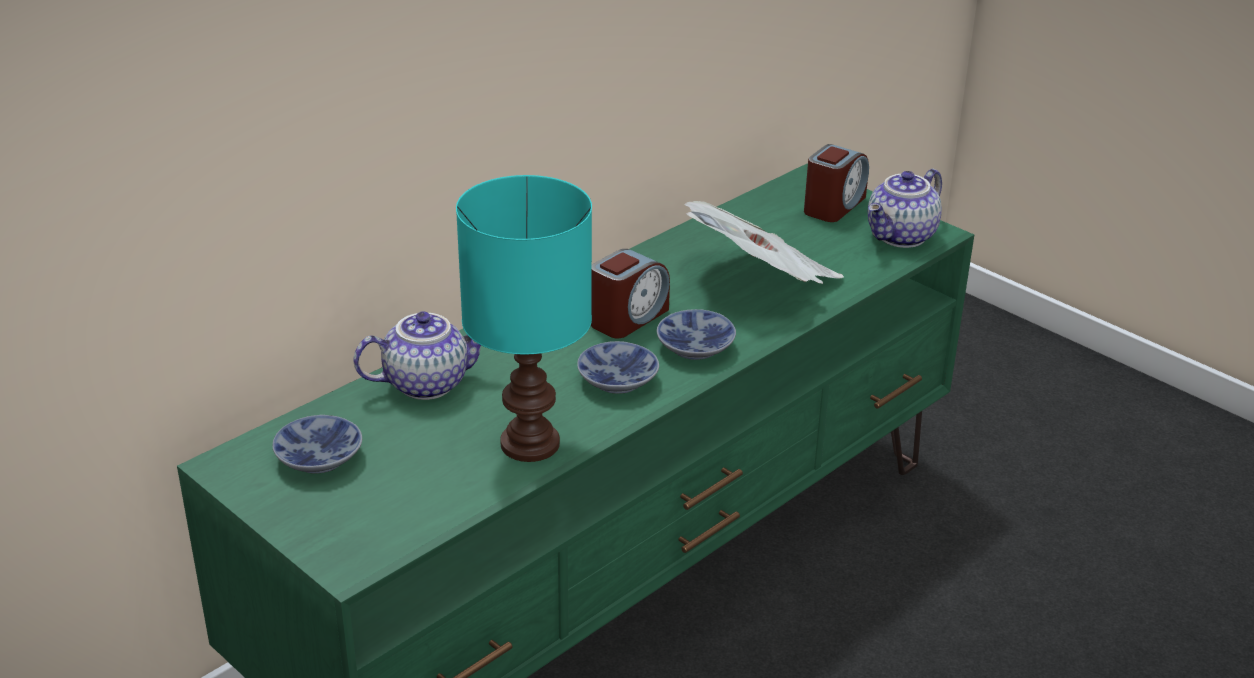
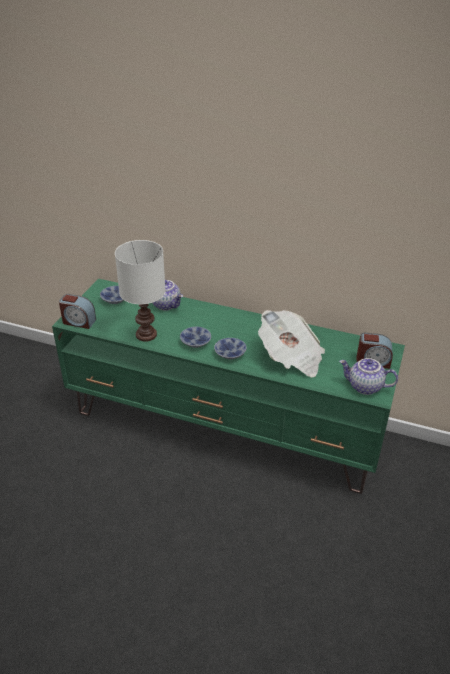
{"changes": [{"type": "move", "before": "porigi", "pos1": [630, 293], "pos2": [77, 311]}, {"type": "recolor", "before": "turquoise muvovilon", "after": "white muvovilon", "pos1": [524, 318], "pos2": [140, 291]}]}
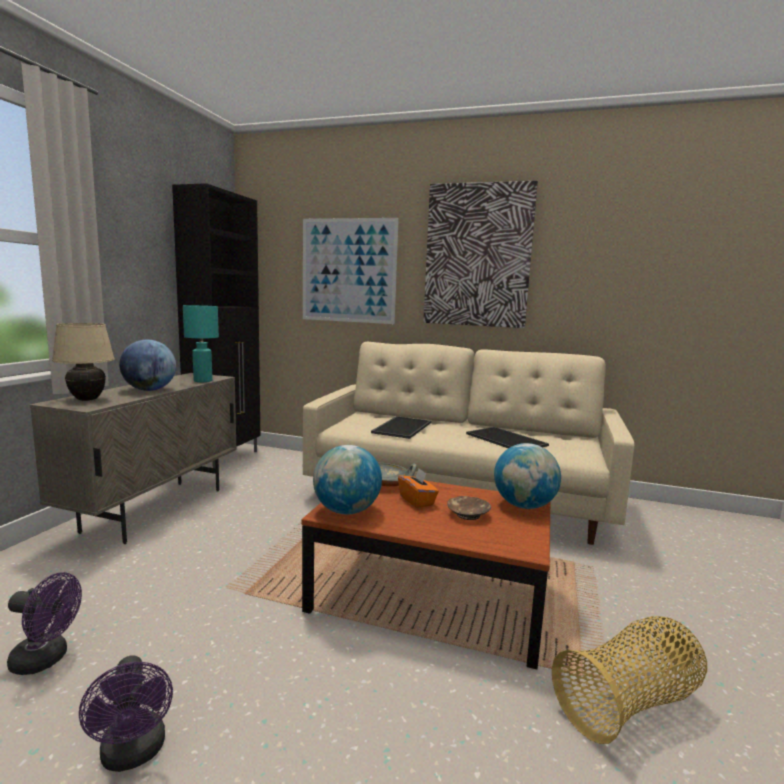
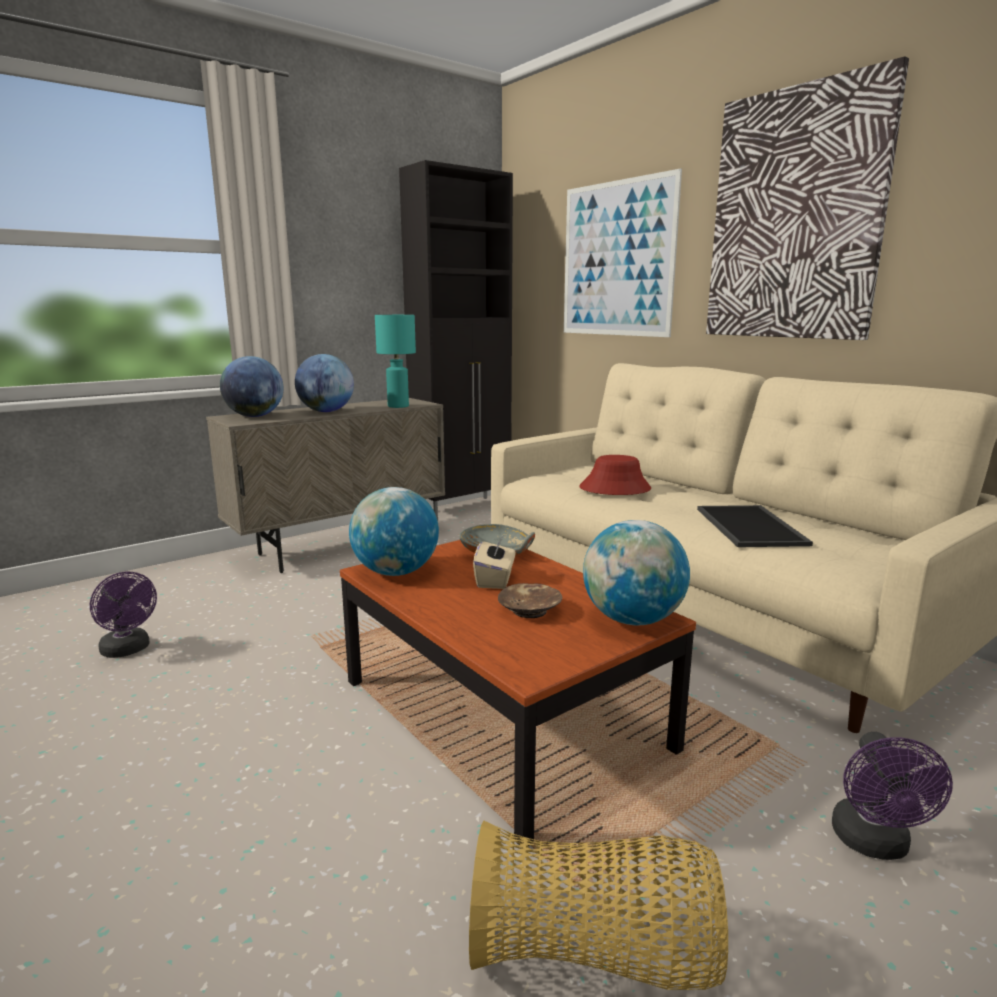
{"changes": [{"type": "replace", "before": "beige muvovilon", "after": "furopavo", "pos1": [83, 362], "pos2": [251, 386]}, {"type": "recolor", "before": "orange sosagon", "after": "beige sosagon", "pos1": [418, 488], "pos2": [494, 562]}, {"type": "replace", "before": "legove", "after": "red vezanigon", "pos1": [401, 427], "pos2": [615, 475]}, {"type": "move", "before": "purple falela", "pos1": [126, 714], "pos2": [892, 796]}]}
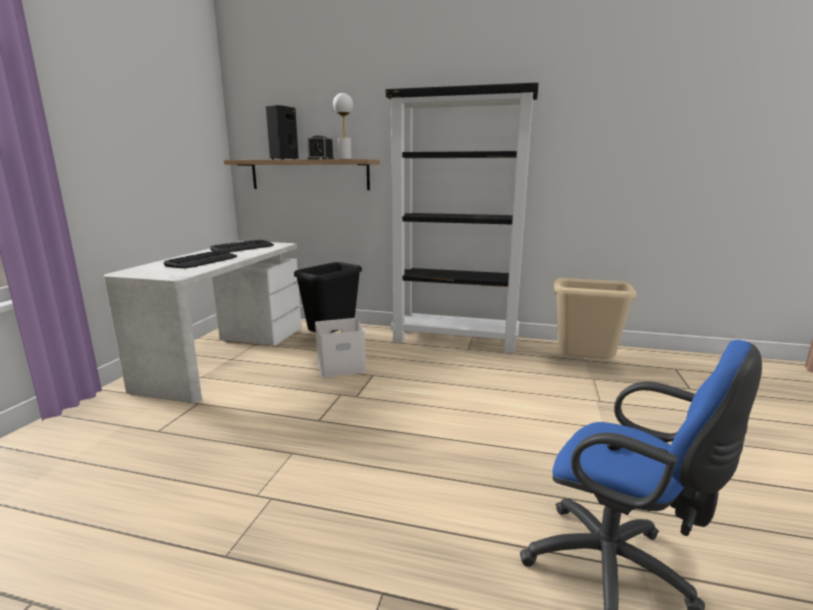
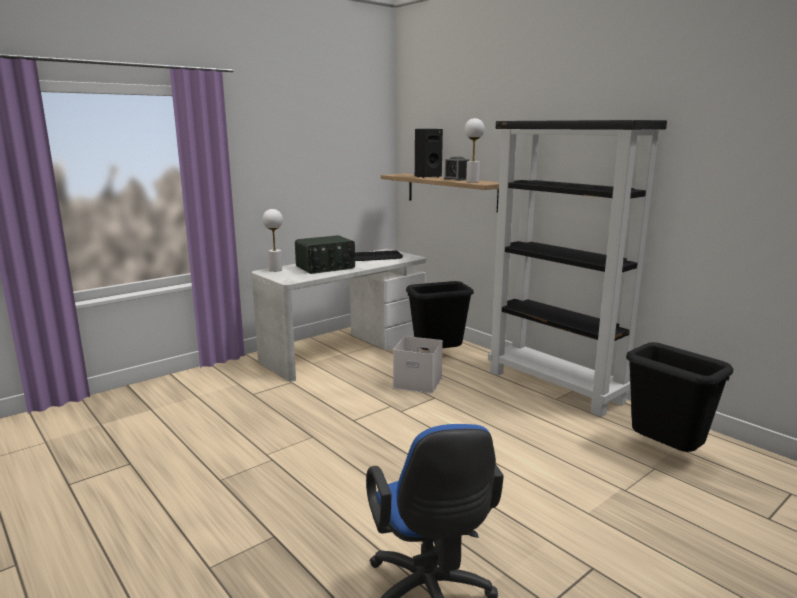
{"changes": [{"type": "insert", "after": "white muvovilon", "pos2": [272, 240]}, {"type": "replace", "before": "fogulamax", "after": "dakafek", "pos1": [200, 259], "pos2": [325, 254]}, {"type": "recolor", "before": "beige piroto", "after": "black piroto", "pos1": [595, 318], "pos2": [679, 397]}]}
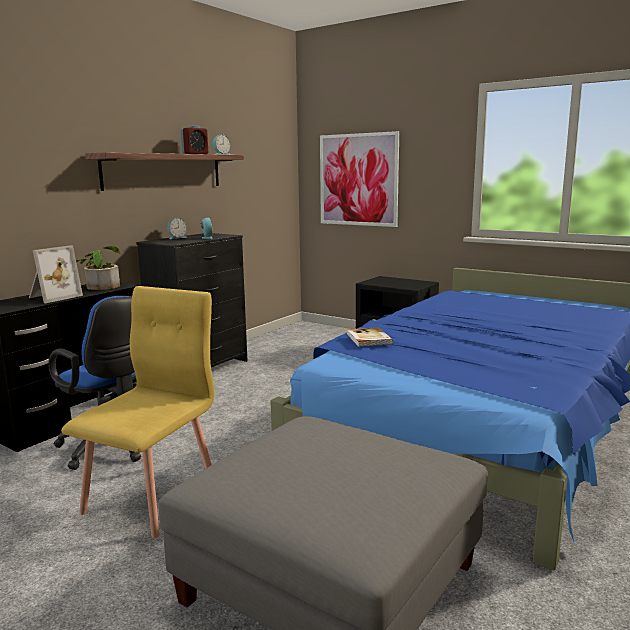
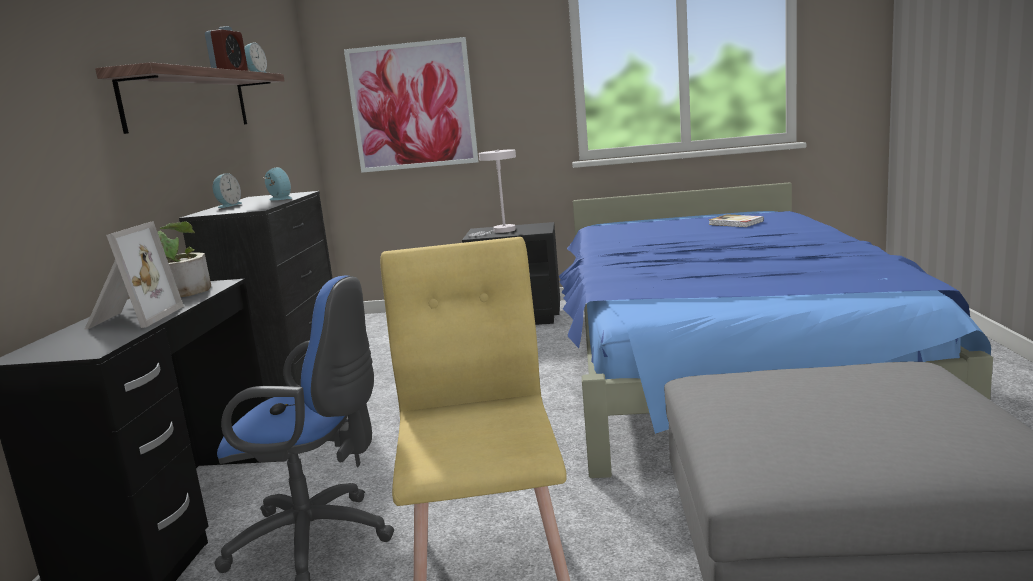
{"changes": [{"type": "insert", "after": "white muvovilon", "pos2": [492, 192]}, {"type": "move", "before": "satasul", "pos1": [370, 337], "pos2": [736, 220]}]}
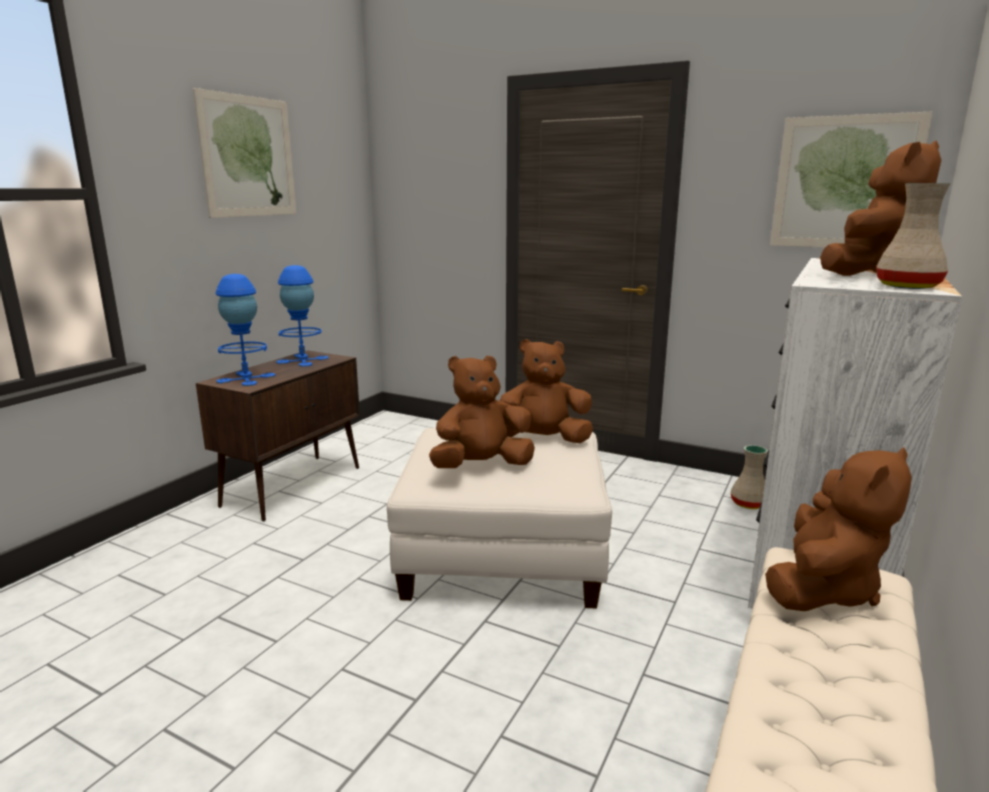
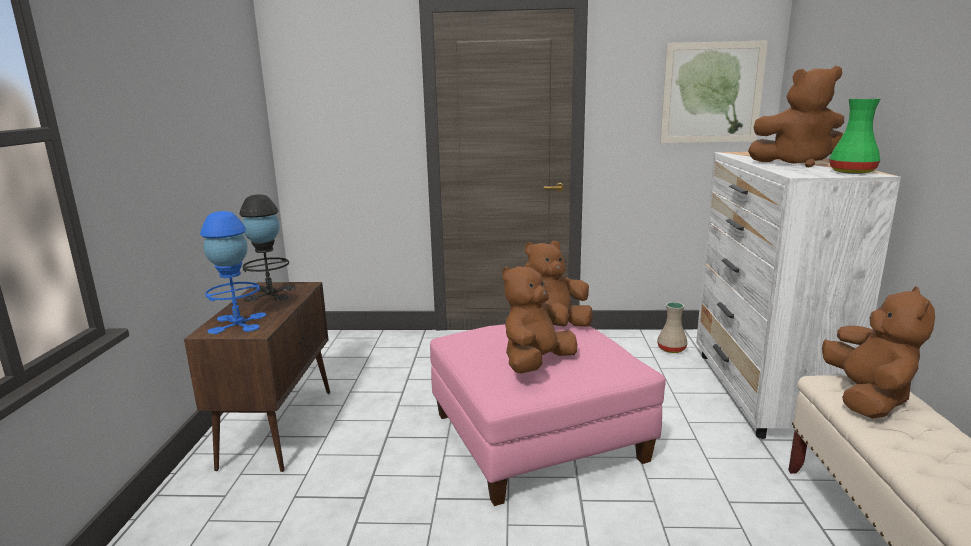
{"changes": [{"type": "recolor", "before": "blue muvovilon", "after": "black muvovilon", "pos1": [302, 316], "pos2": [267, 247]}, {"type": "recolor", "before": "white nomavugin", "after": "pink nomavugin", "pos1": [499, 518], "pos2": [548, 413]}, {"type": "rotate", "before": "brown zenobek", "pos1": [880, 208], "pos2": [796, 116], "turn": 75}, {"type": "recolor", "before": "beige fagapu", "after": "green fagapu", "pos1": [913, 236], "pos2": [855, 136]}, {"type": "delete", "before": "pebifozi", "pos1": [244, 153]}]}
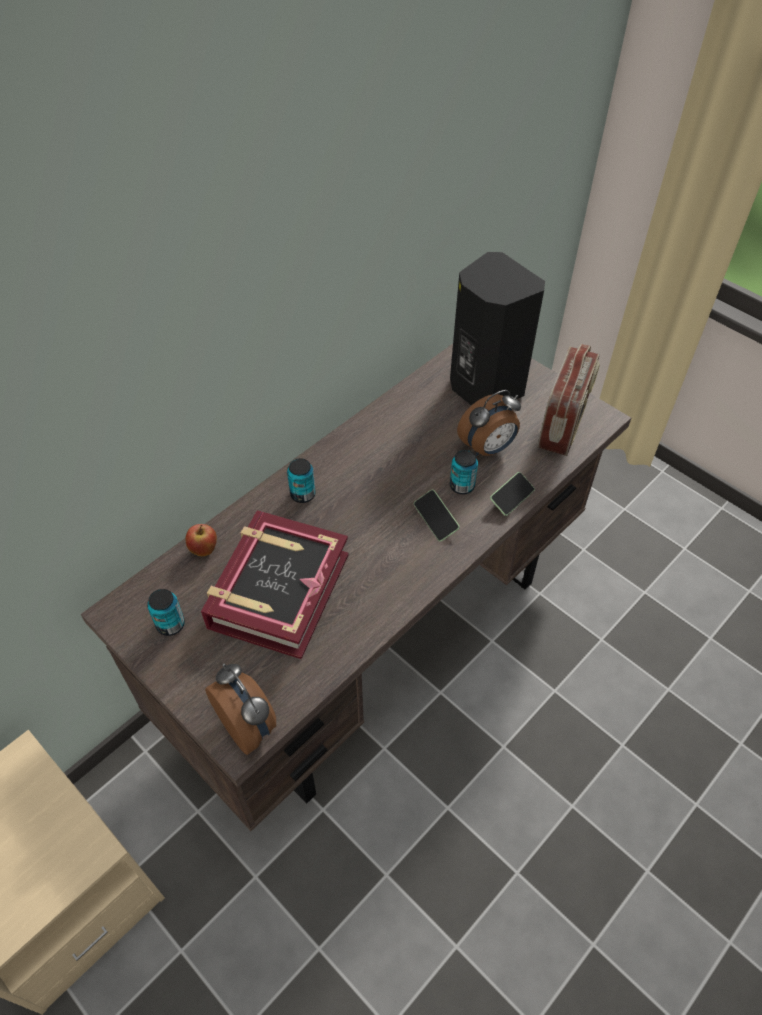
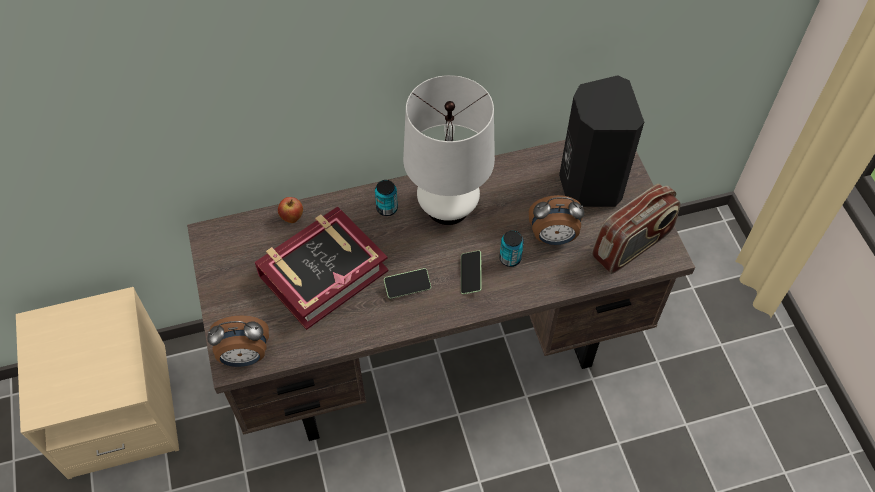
{"changes": [{"type": "rotate", "before": "porigi", "pos1": [240, 709], "pos2": [238, 341], "turn": 90}, {"type": "move", "before": "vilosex", "pos1": [512, 494], "pos2": [407, 283]}, {"type": "insert", "after": "white muvovilon", "pos2": [449, 150]}, {"type": "delete", "before": "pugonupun", "pos1": [166, 612]}]}
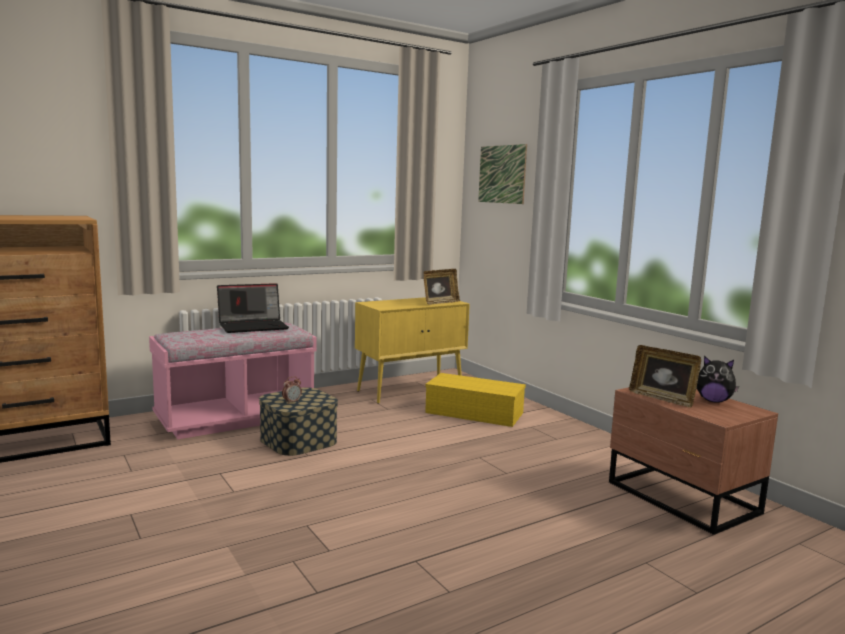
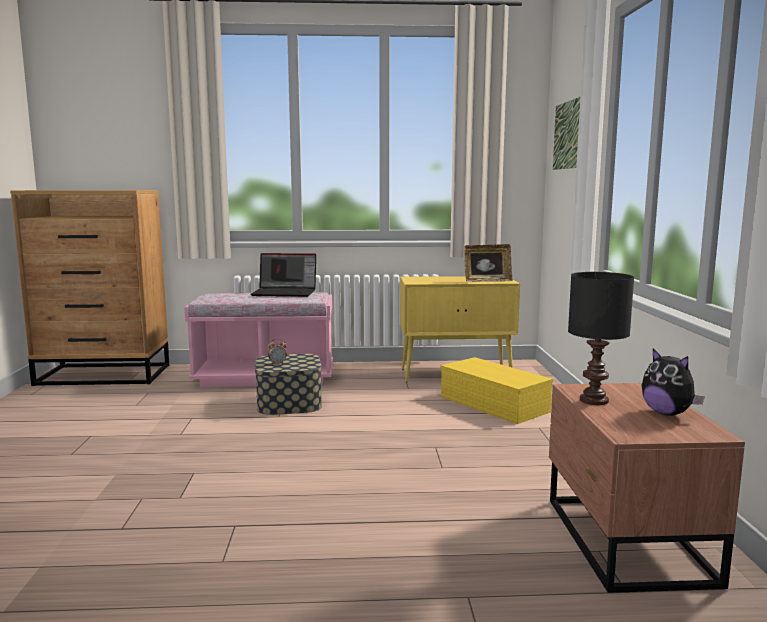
{"changes": [{"type": "replace", "before": "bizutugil", "after": "black muvovilon", "pos1": [665, 376], "pos2": [601, 338]}]}
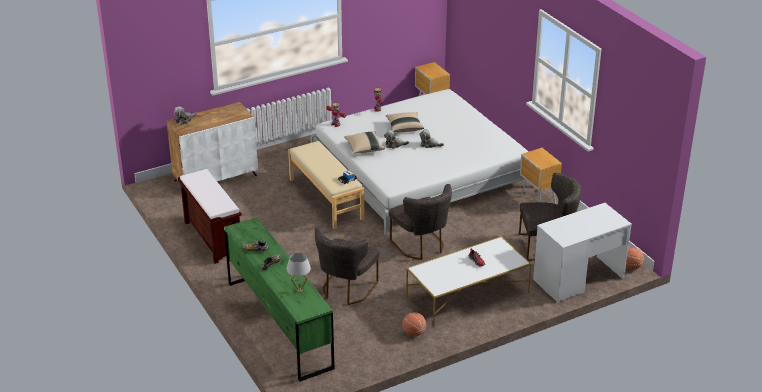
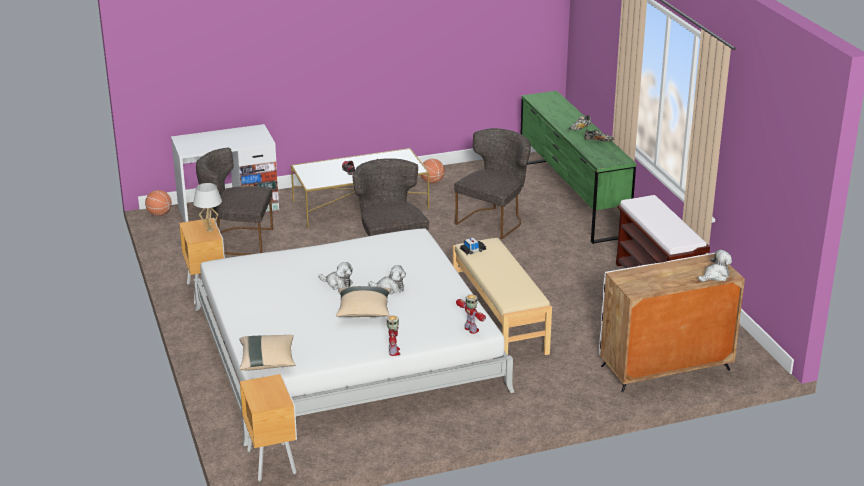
{"changes": [{"type": "move", "before": "white muvovilon", "pos1": [298, 272], "pos2": [207, 207]}, {"type": "move", "before": "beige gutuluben", "pos1": [364, 142], "pos2": [267, 352]}]}
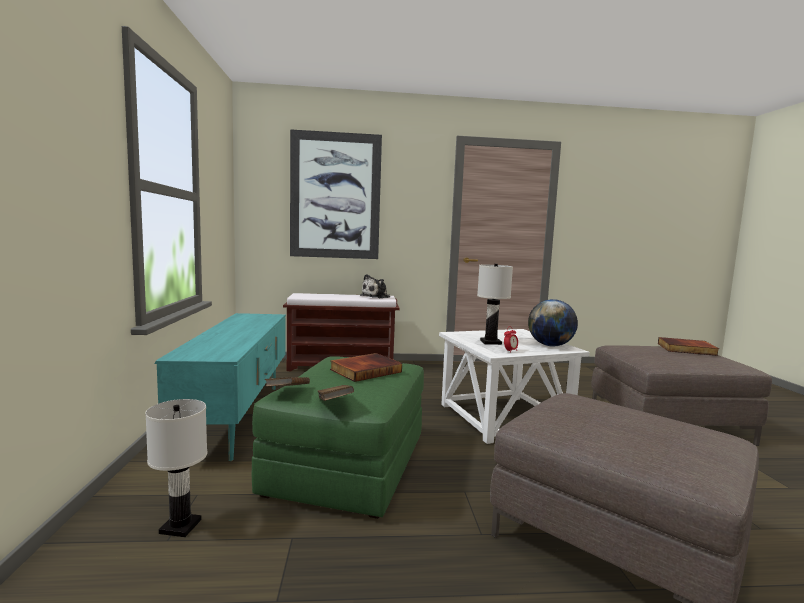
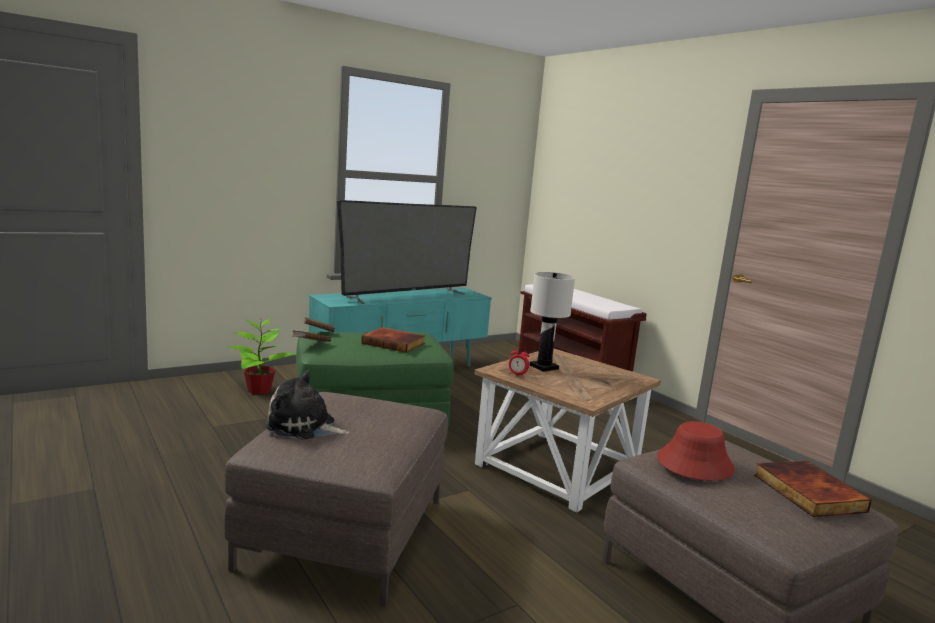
{"changes": [{"type": "replace", "before": "white muvovilon", "after": "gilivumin", "pos1": [176, 468], "pos2": [262, 356]}, {"type": "move", "before": "zenobek", "pos1": [375, 286], "pos2": [307, 405]}, {"type": "insert", "after": "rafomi", "pos2": [407, 252]}, {"type": "recolor", "before": "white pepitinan", "after": "brown pepitinan", "pos1": [514, 386], "pos2": [568, 431]}, {"type": "insert", "after": "red vezanigon", "pos2": [696, 451]}, {"type": "delete", "before": "pebifozi", "pos1": [336, 194]}, {"type": "delete", "before": "furopavo", "pos1": [553, 323]}]}
